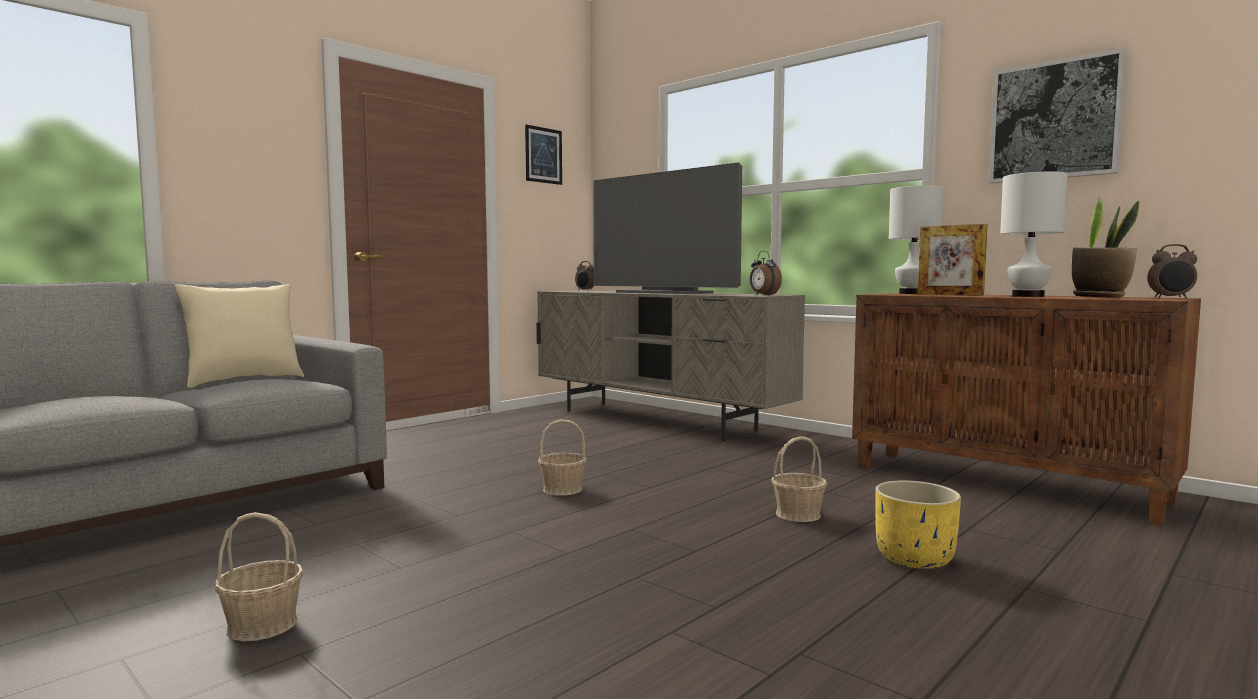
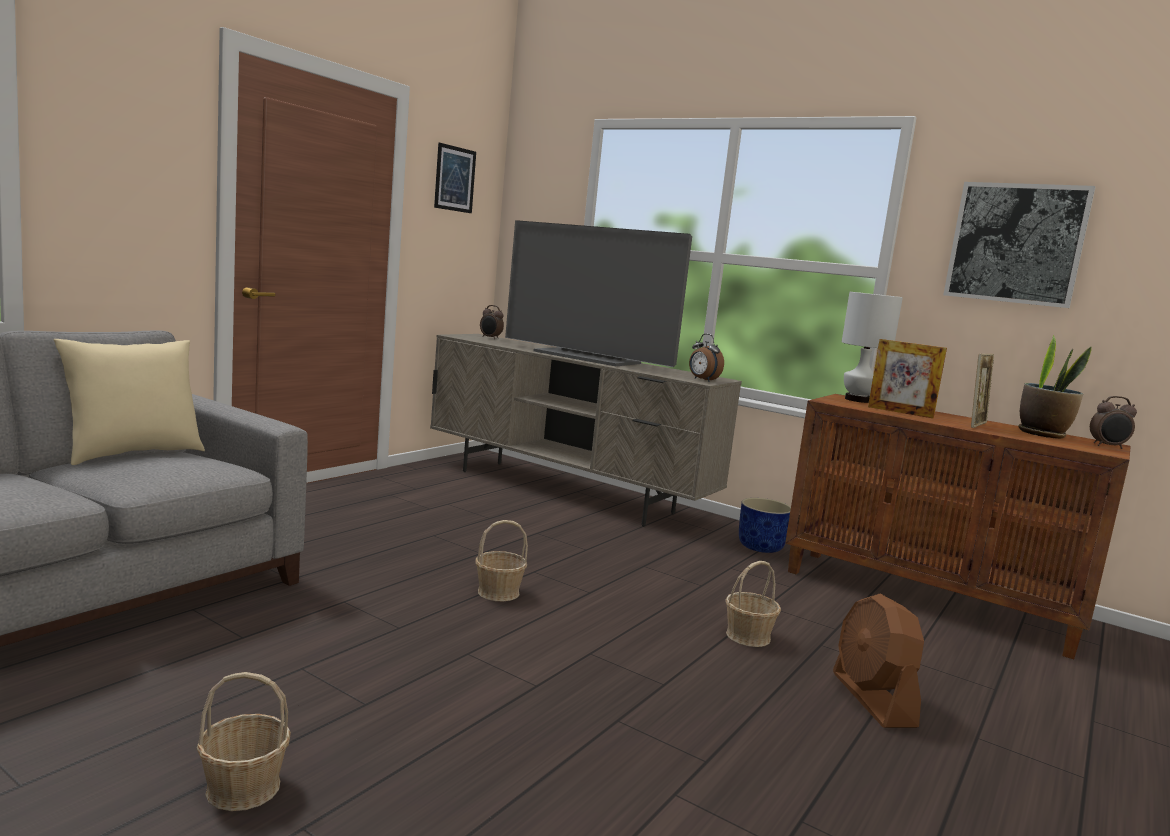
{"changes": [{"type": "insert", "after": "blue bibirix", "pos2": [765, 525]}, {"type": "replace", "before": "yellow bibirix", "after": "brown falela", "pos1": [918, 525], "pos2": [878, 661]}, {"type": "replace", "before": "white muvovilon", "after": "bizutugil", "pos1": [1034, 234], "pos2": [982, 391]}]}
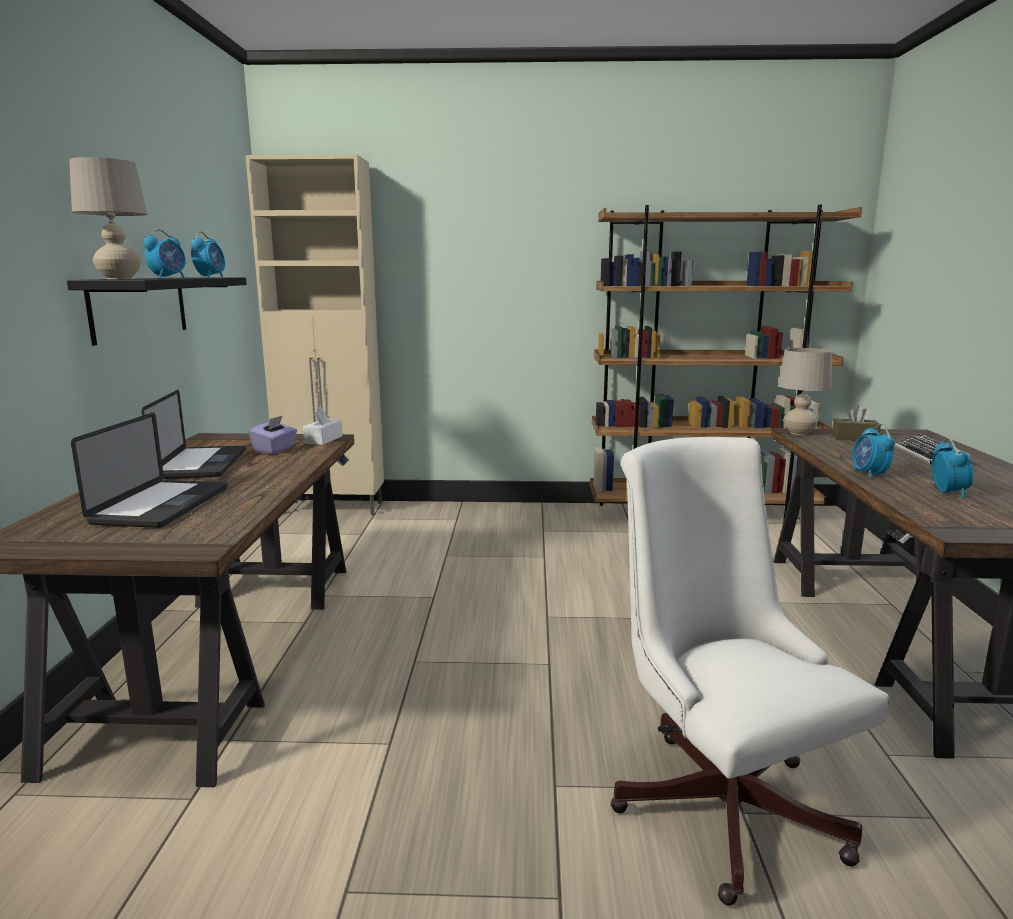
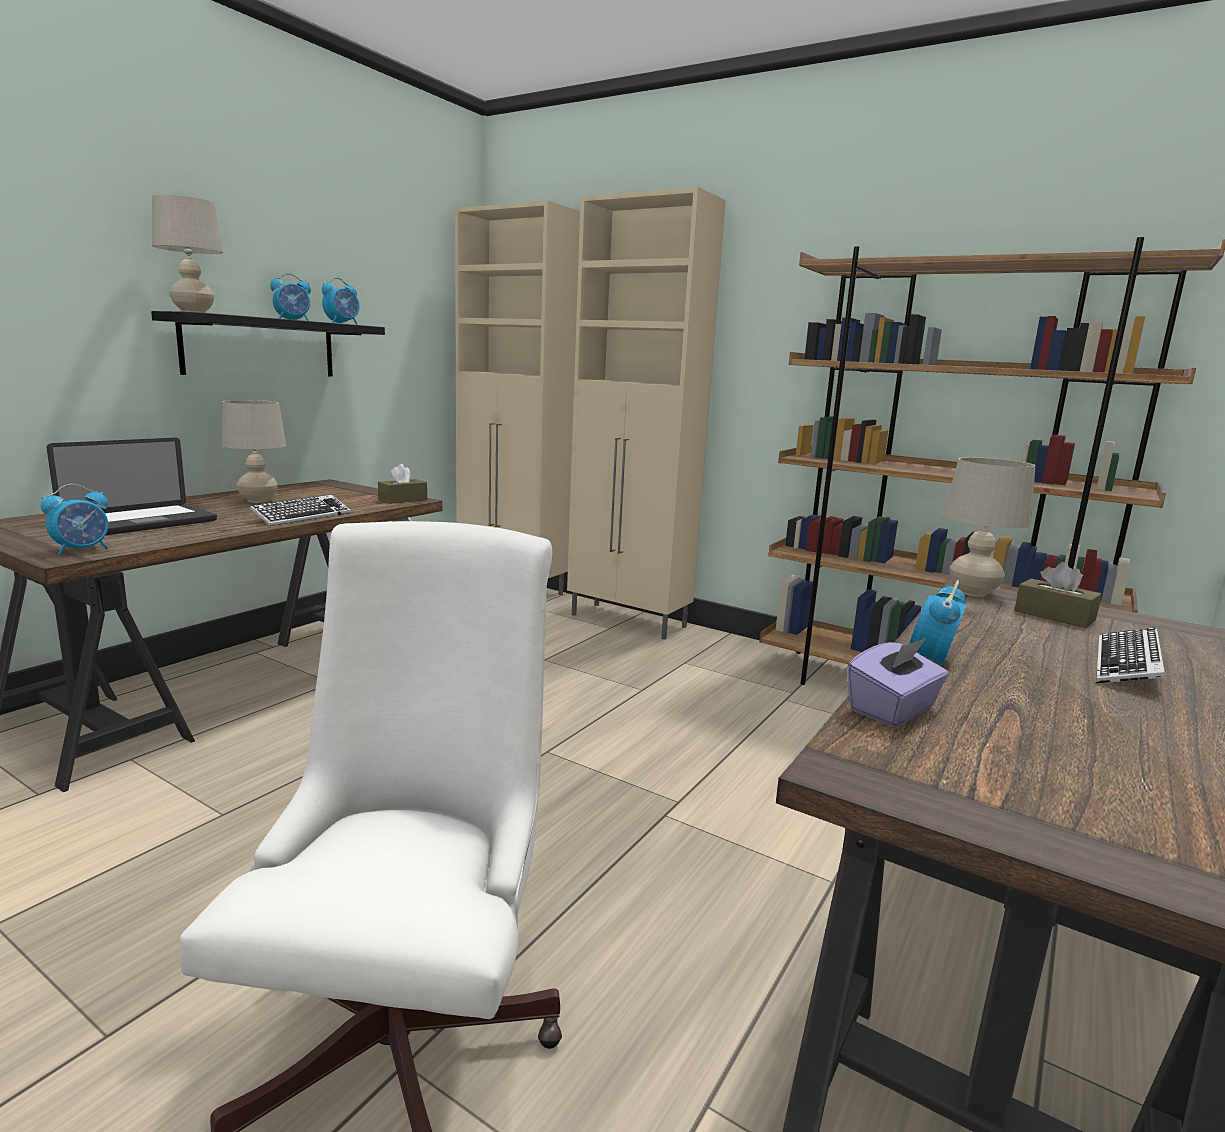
{"changes": [{"type": "move", "before": "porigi", "pos1": [952, 468], "pos2": [75, 519]}, {"type": "replace", "before": "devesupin", "after": "beige muvovilon", "pos1": [193, 434], "pos2": [254, 451]}, {"type": "insert", "after": "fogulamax", "pos2": [300, 510]}, {"type": "recolor", "before": "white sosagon", "after": "brown sosagon", "pos1": [323, 425], "pos2": [402, 484]}, {"type": "insert", "after": "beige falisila", "pos2": [646, 413]}, {"type": "move", "before": "purple sosagon", "pos1": [273, 434], "pos2": [898, 682]}]}
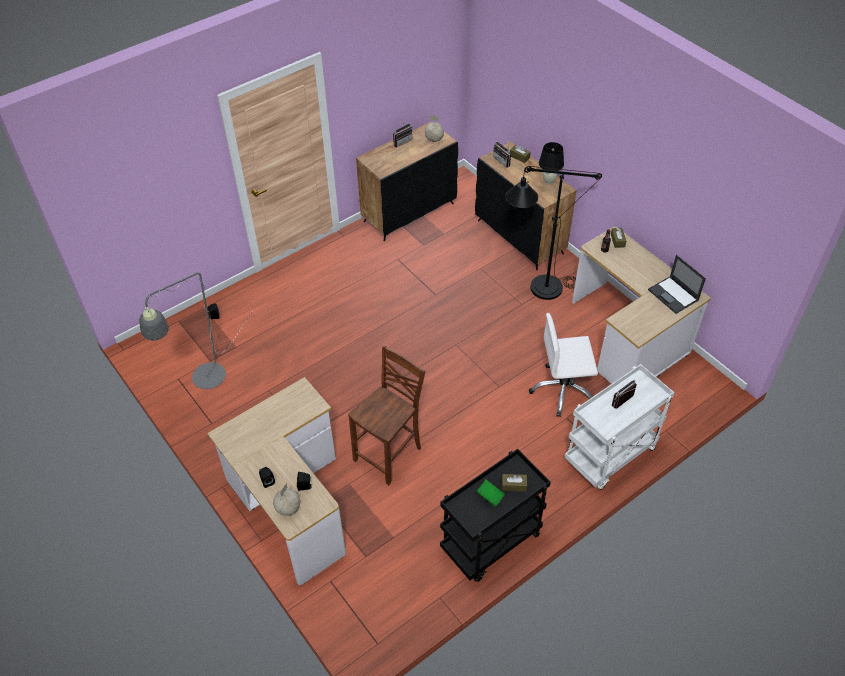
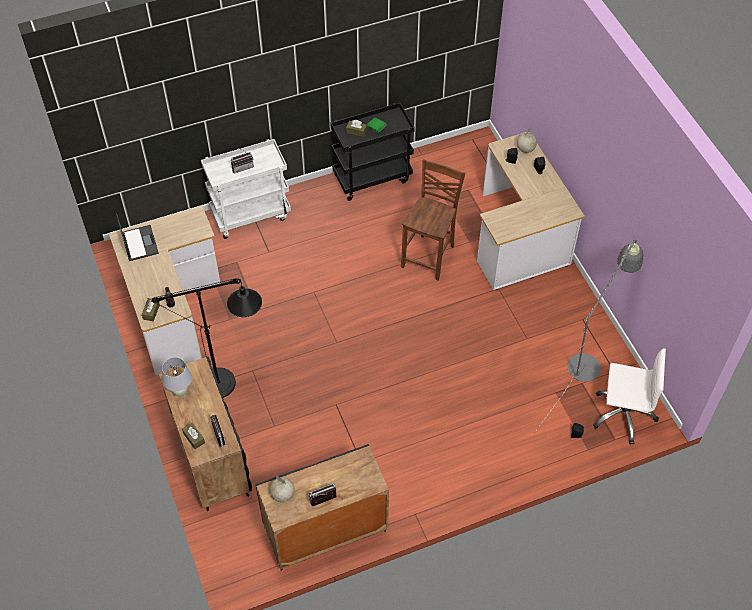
{"changes": [{"type": "recolor", "before": "black muvovilon", "after": "white muvovilon", "pos1": [551, 163], "pos2": [177, 377]}, {"type": "rotate", "before": "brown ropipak", "pos1": [387, 415], "pos2": [433, 220], "turn": 150}, {"type": "move", "before": "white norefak", "pos1": [563, 365], "pos2": [629, 396]}]}
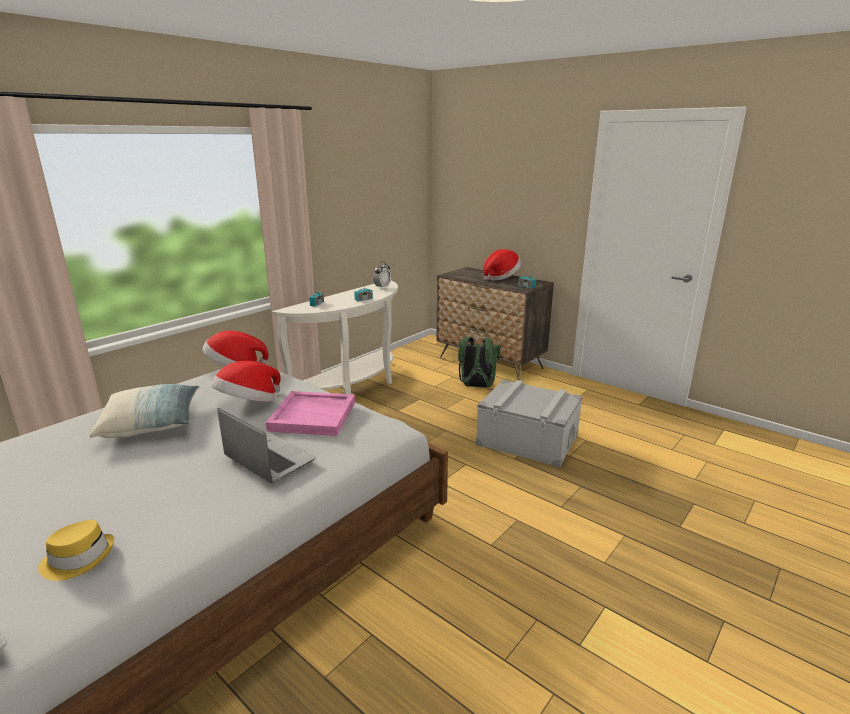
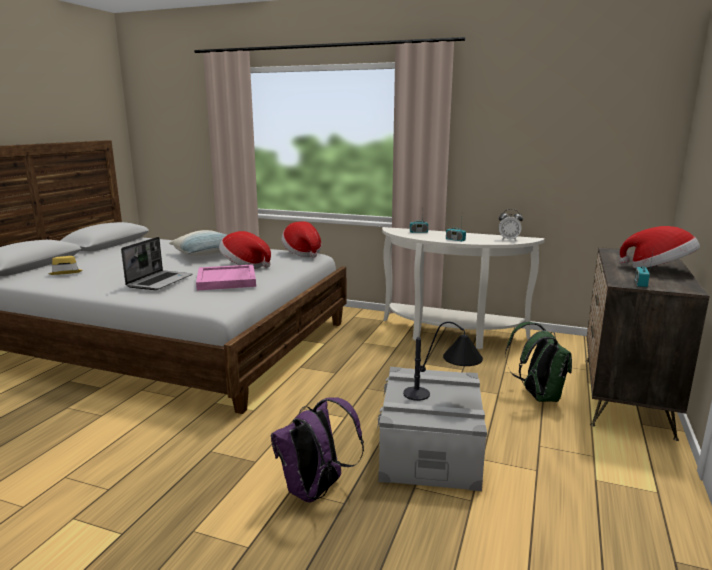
{"changes": [{"type": "insert", "after": "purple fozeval", "pos2": [317, 450]}, {"type": "insert", "after": "muvovilon", "pos2": [443, 361]}]}
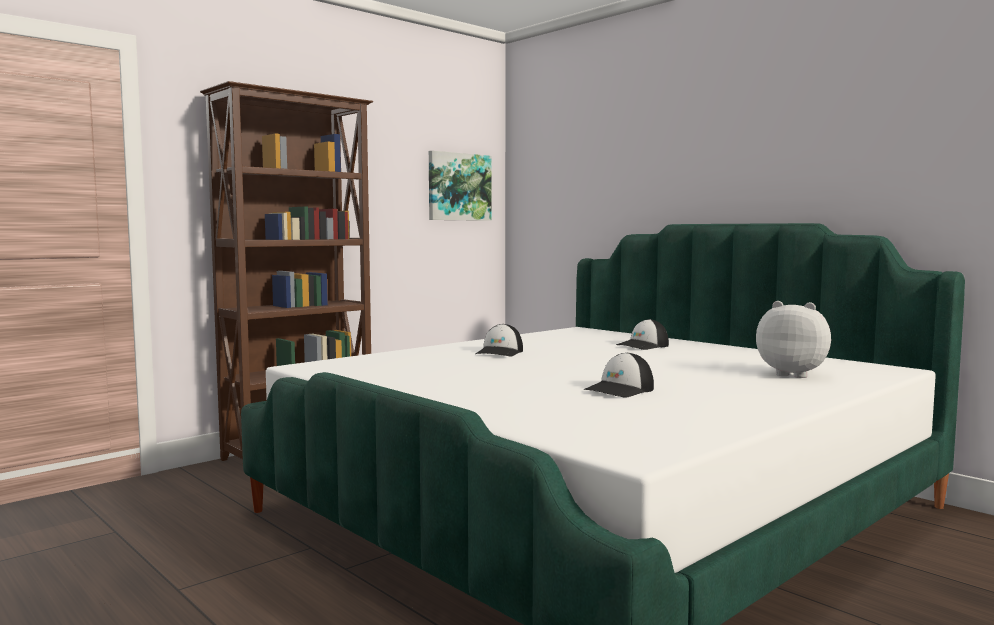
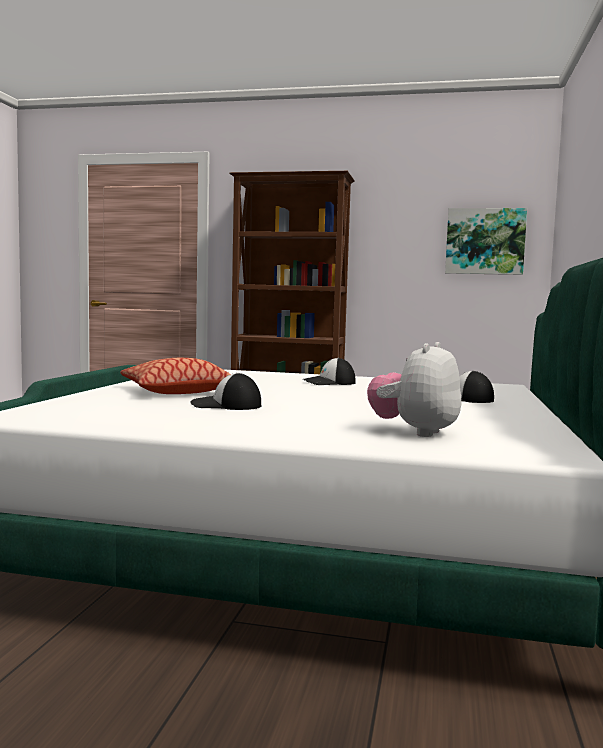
{"changes": [{"type": "insert", "after": "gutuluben", "pos2": [175, 376]}, {"type": "rotate", "before": "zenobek", "pos1": [793, 339], "pos2": [414, 389], "turn": -150}]}
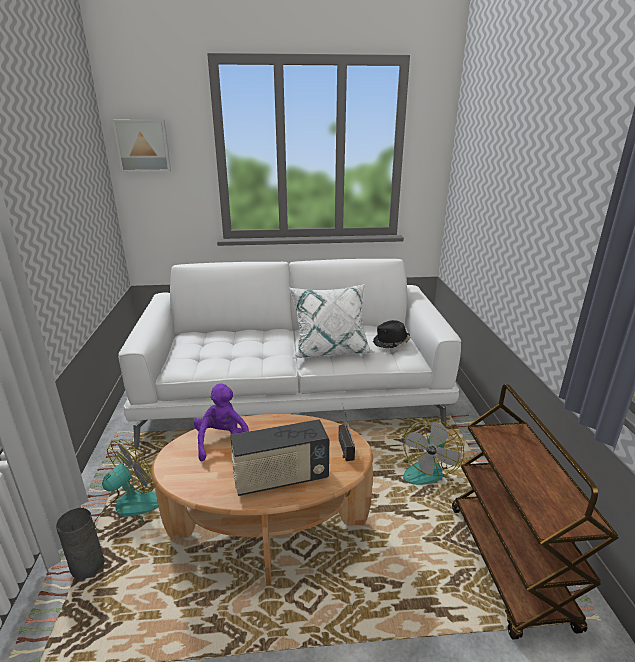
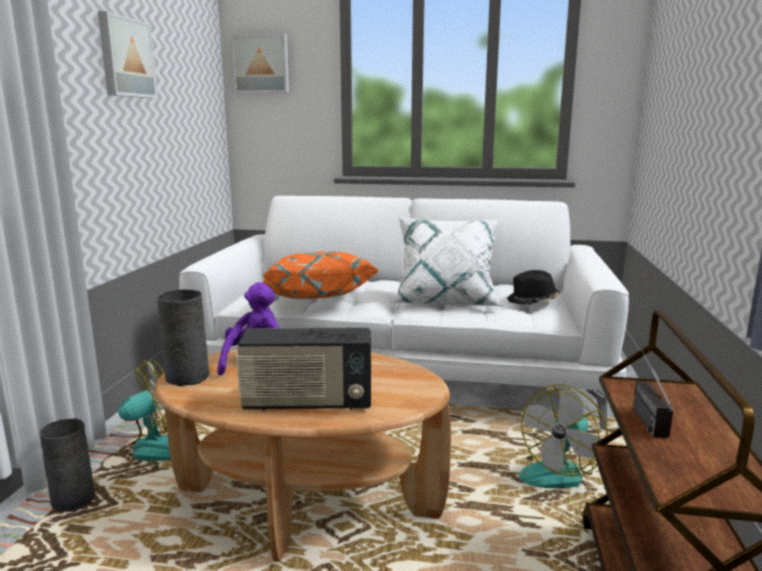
{"changes": [{"type": "insert", "after": "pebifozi", "pos2": [127, 54]}, {"type": "insert", "after": "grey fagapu", "pos2": [183, 338]}, {"type": "insert", "after": "orange gutuluben", "pos2": [321, 275]}, {"type": "move", "before": "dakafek", "pos1": [346, 432], "pos2": [653, 393]}]}
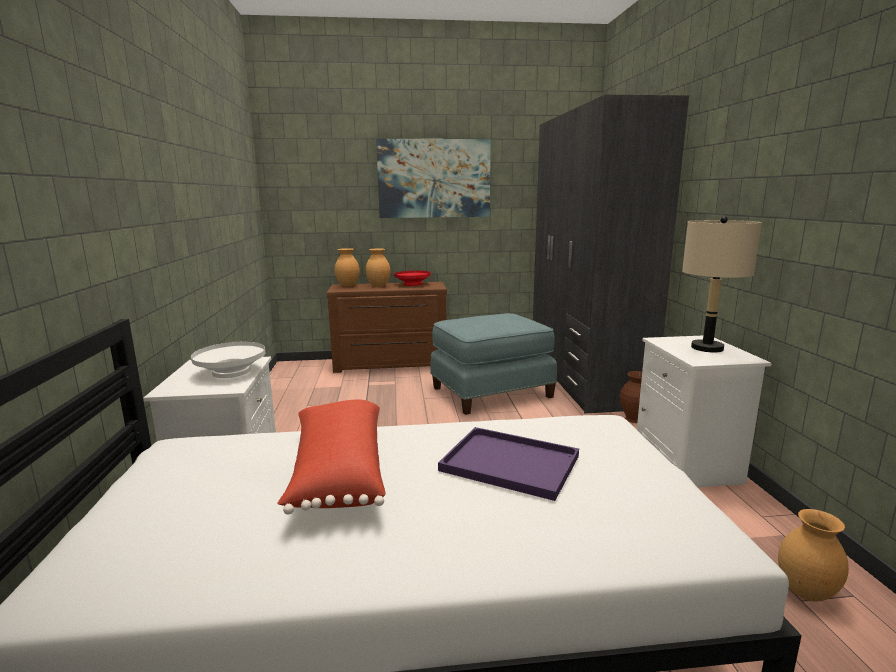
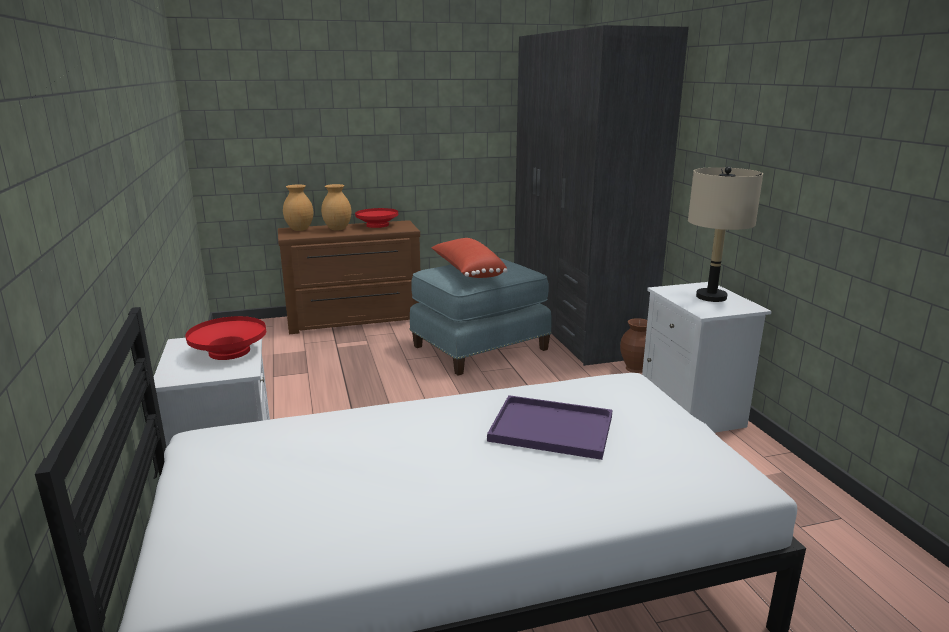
{"changes": [{"type": "recolor", "before": "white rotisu", "after": "red rotisu", "pos1": [228, 360], "pos2": [225, 338]}, {"type": "move", "before": "red gutuluben", "pos1": [331, 457], "pos2": [470, 258]}, {"type": "delete", "before": "pebifozi", "pos1": [433, 178]}, {"type": "delete", "before": "brown fagapu", "pos1": [813, 555]}]}
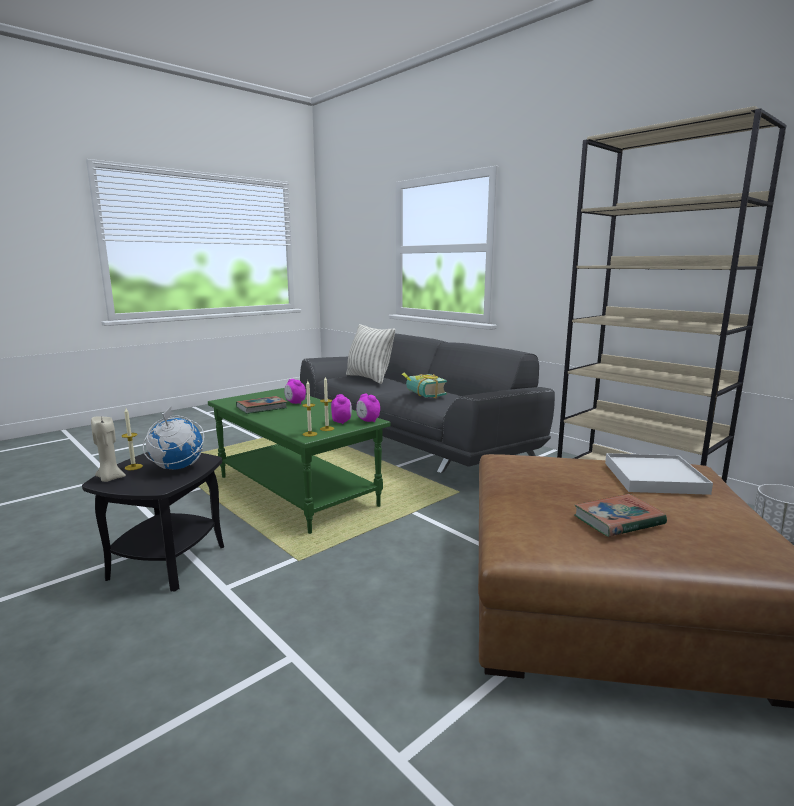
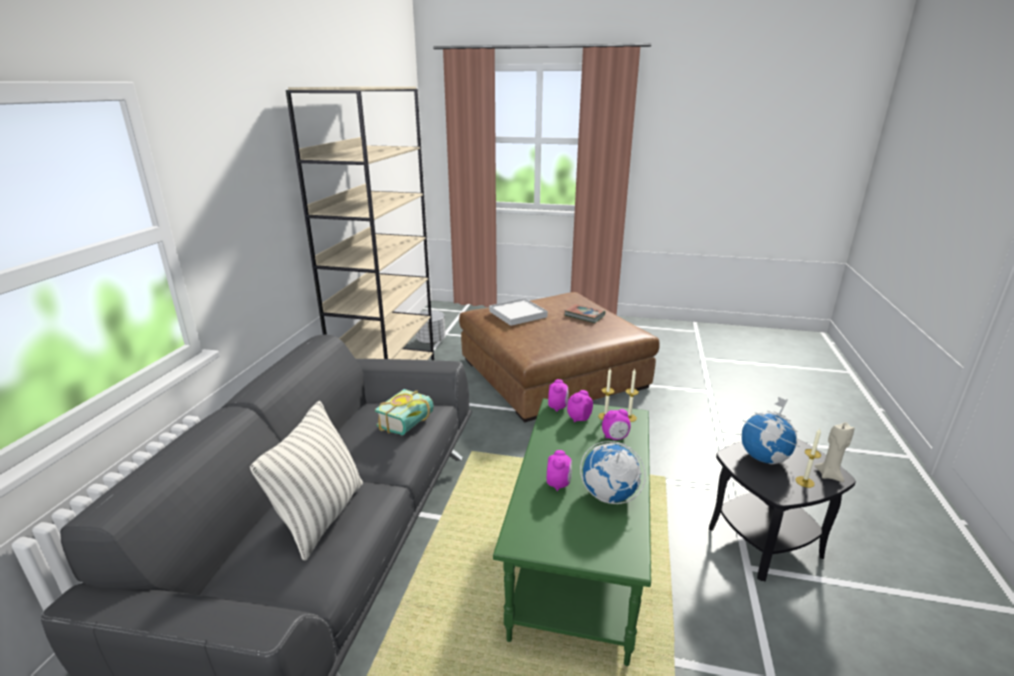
{"changes": [{"type": "replace", "before": "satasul", "after": "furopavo", "pos1": [261, 405], "pos2": [613, 472]}, {"type": "insert", "after": "porigi", "pos2": [616, 424]}]}
